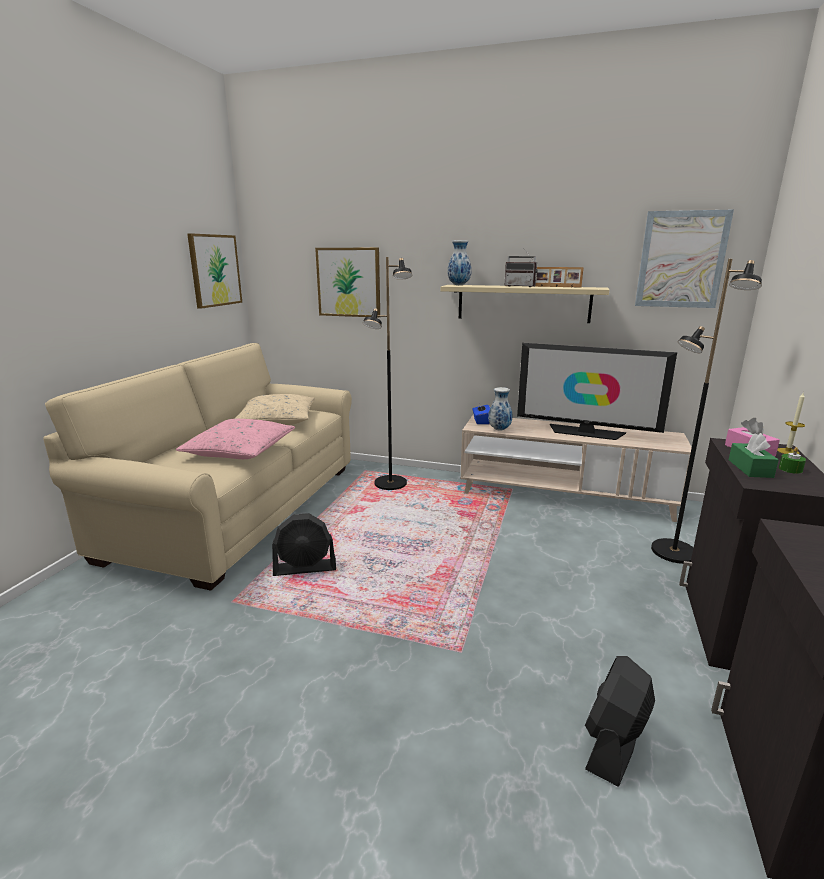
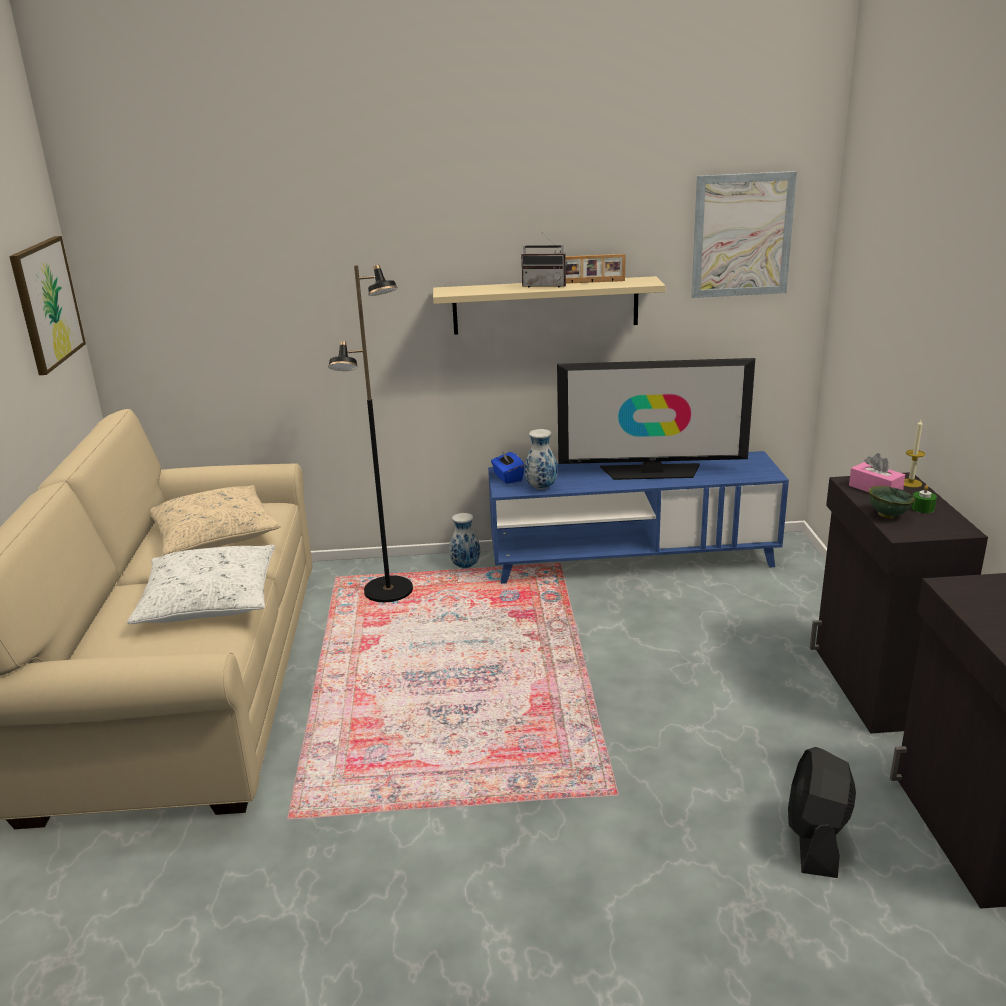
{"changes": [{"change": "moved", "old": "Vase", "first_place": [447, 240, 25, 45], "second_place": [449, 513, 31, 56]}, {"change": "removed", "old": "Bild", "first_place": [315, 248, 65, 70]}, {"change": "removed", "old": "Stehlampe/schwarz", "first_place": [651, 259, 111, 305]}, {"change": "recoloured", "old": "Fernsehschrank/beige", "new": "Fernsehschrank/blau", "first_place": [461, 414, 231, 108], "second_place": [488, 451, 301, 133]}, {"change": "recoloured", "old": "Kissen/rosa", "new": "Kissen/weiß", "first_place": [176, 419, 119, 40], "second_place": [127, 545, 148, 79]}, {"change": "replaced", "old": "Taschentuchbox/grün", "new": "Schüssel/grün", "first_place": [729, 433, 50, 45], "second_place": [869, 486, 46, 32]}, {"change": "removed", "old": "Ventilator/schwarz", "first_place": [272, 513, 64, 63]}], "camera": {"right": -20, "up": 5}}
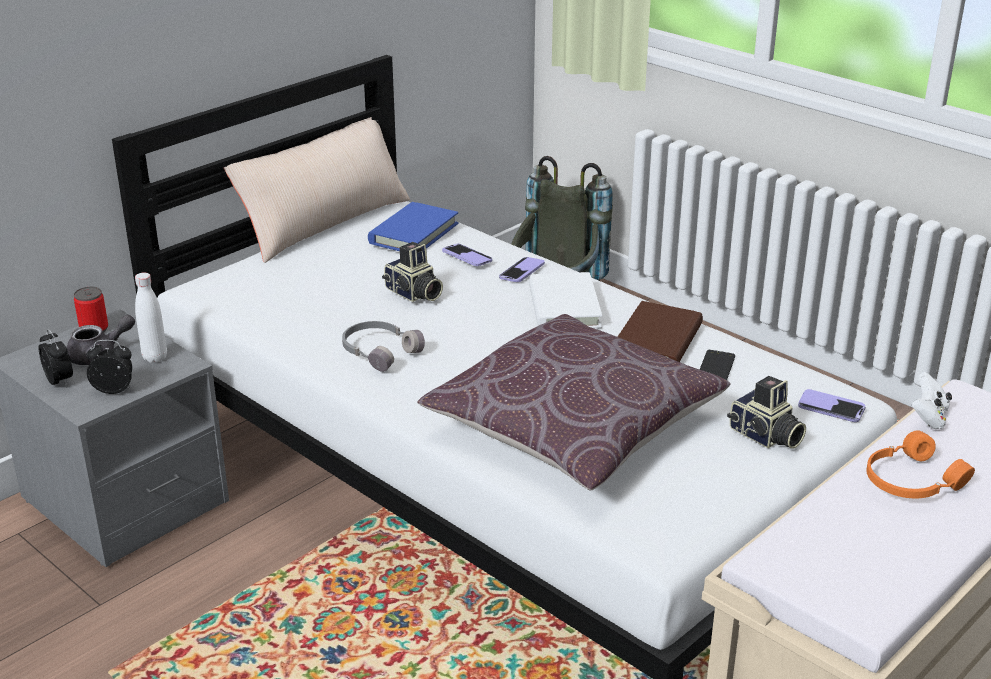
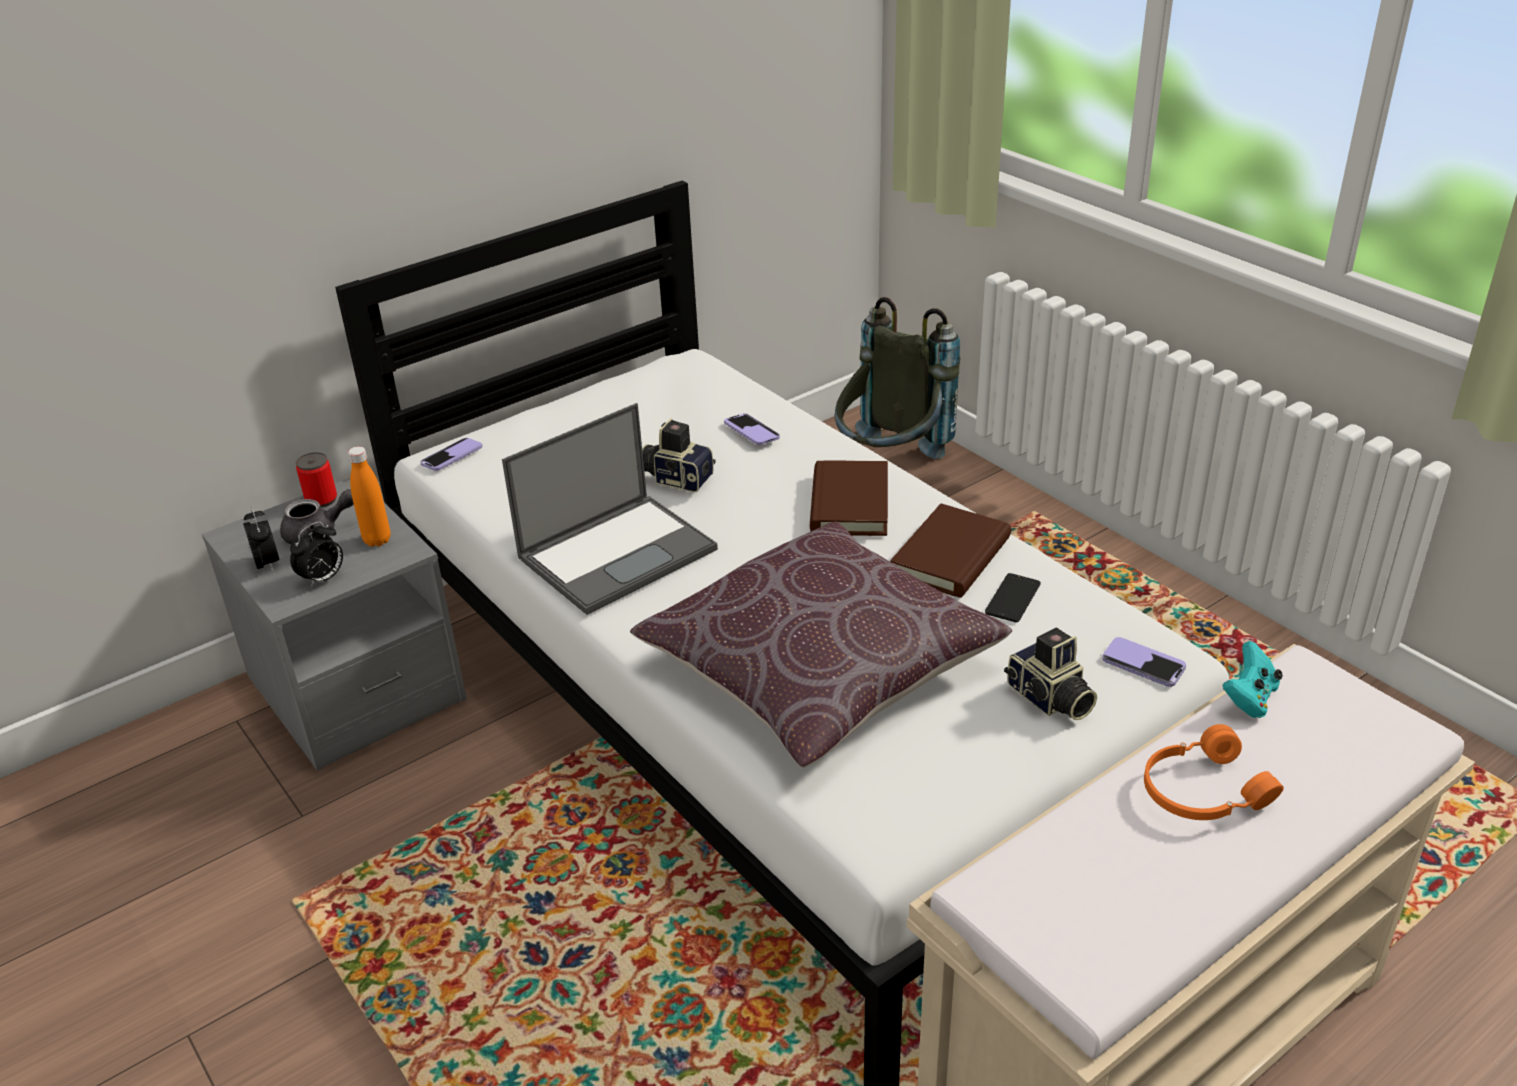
{"changes": [{"change": "removed", "old": "Kissen/beige", "first_place": [224, 117, 186, 146]}, {"change": "removed", "old": "Buch/blau", "first_place": [368, 202, 91, 49]}, {"change": "turned", "old": "Kamera", "first_place": [382, 242, 61, 60], "second_place": [642, 418, 74, 74], "degrees": 150}, {"change": "moved", "old": "Handy", "first_place": [499, 257, 46, 25], "second_place": [420, 438, 63, 33]}, {"change": "recoloured", "old": "Flasche/weiß", "new": "Flasche/orange", "first_place": [135, 272, 32, 91], "second_place": [348, 446, 43, 101]}, {"change": "recoloured", "old": "Buch/weiß", "new": "Buch/braun", "first_place": [529, 272, 73, 57], "second_place": [810, 460, 78, 76]}, {"change": "replaced", "old": "Kopfhörer/grau", "new": "Laptop", "first_place": [342, 321, 83, 51], "second_place": [502, 403, 216, 212]}, {"change": "turned", "old": "Wecker", "first_place": [86, 340, 46, 54], "second_place": [290, 521, 53, 67], "degrees": 120}, {"change": "recoloured", "old": "Gamepad/weiß", "new": "Gamepad/türkis", "first_place": [911, 372, 41, 57], "second_place": [1223, 641, 60, 77]}], "camera": {"right": 10, "up": 5}}
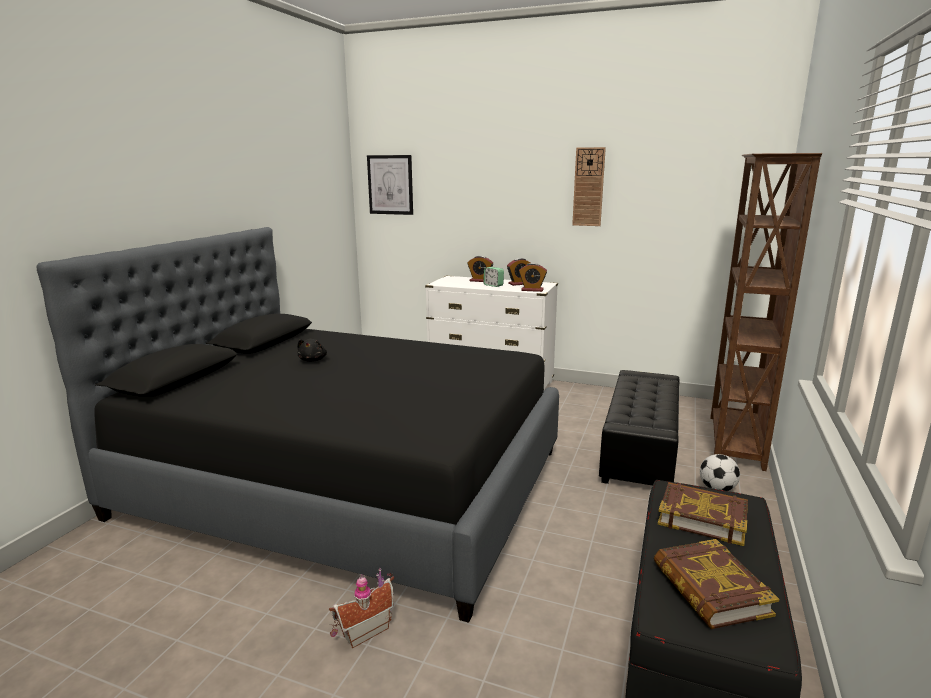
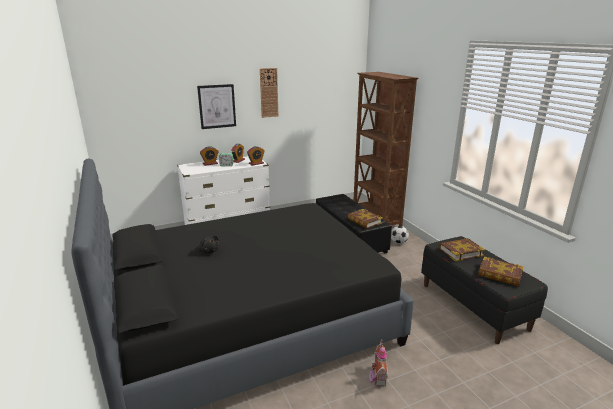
{"changes": [{"change": "moved", "old": "Bild", "first_place": [367, 155, 46, 60], "second_place": [197, 84, 39, 45]}, {"change": "added", "new": "Buch", "second_place": [347, 209, 36, 19]}], "camera": {"right": -45, "up": 5}}
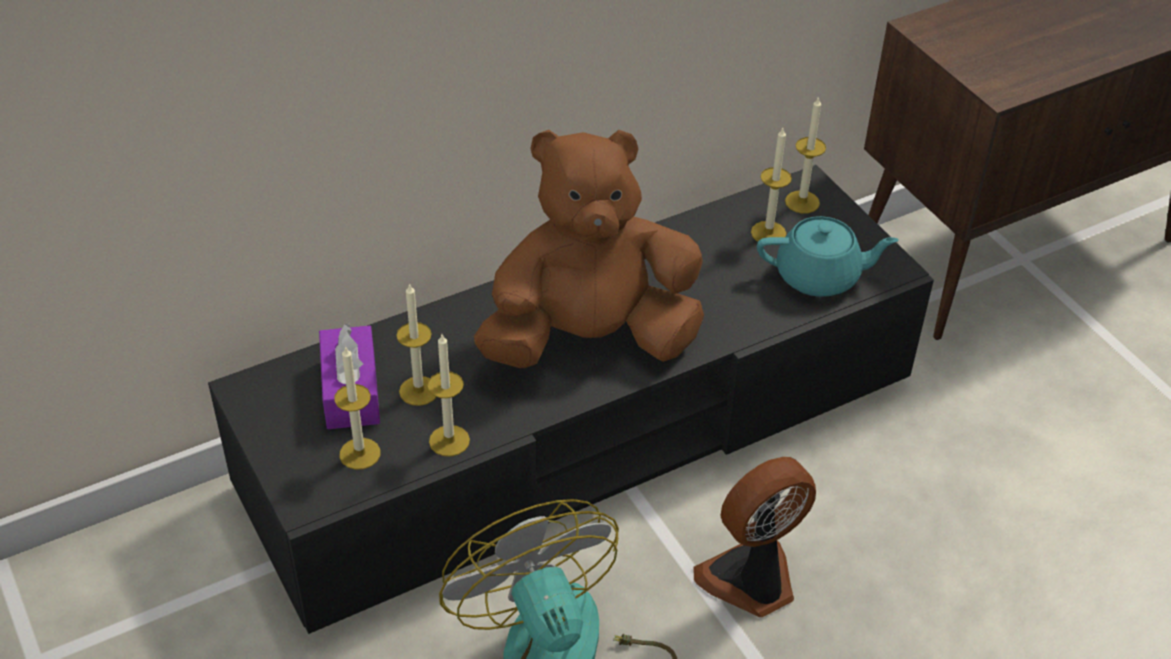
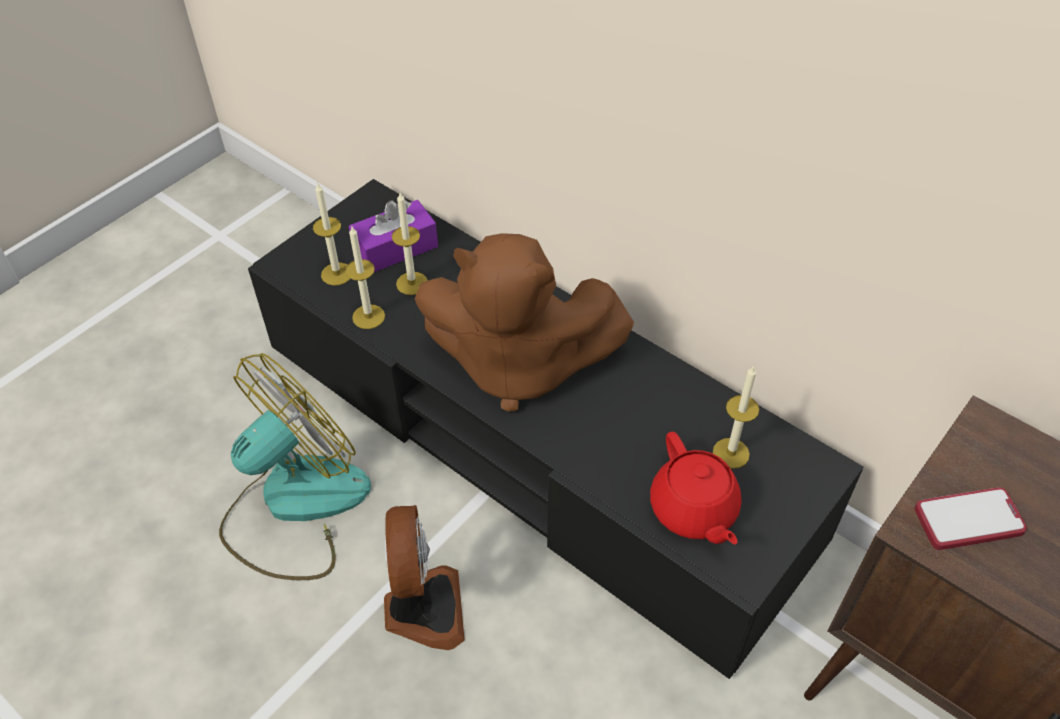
{"changes": [{"change": "removed", "old": "Kerze", "first_place": [785, 96, 41, 118]}, {"change": "turned", "old": "Plüschtier/braun", "first_place": [474, 130, 230, 238], "second_place": [415, 233, 219, 179], "degrees": 135}, {"change": "recoloured", "old": "Teekanne/türkis", "new": "Teekanne/rot", "first_place": [757, 216, 142, 81], "second_place": [650, 432, 92, 112]}, {"change": "turned", "old": "Ventilator", "first_place": [693, 457, 123, 160], "second_place": [384, 505, 81, 145], "degrees": 45}, {"change": "added", "new": "Handy", "second_place": [914, 487, 113, 63]}], "camera": {"right": 70, "up": 5}}
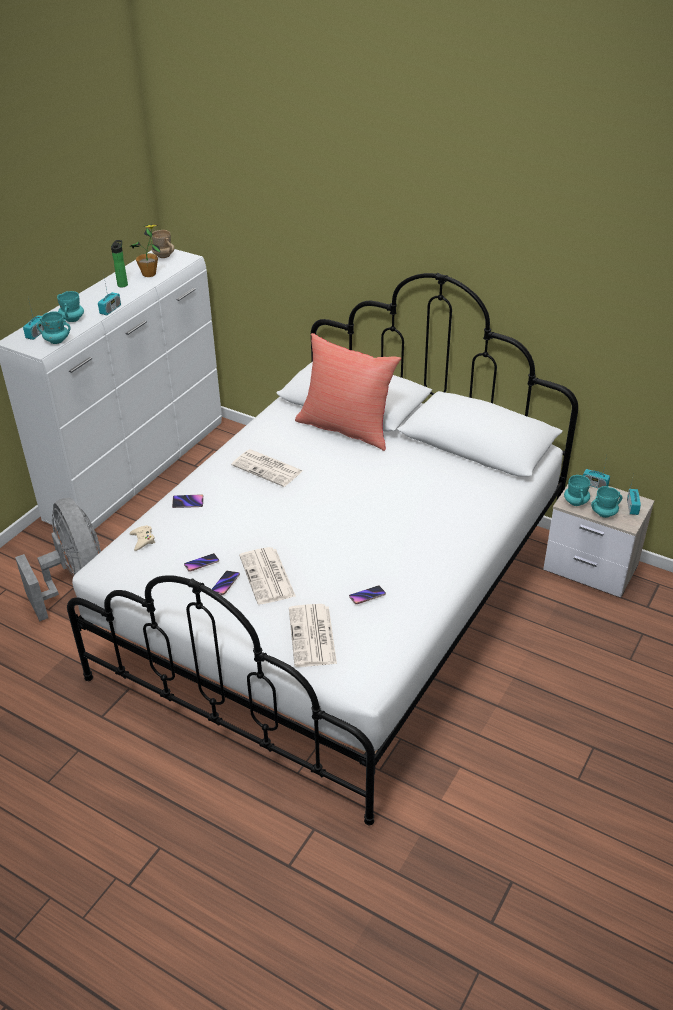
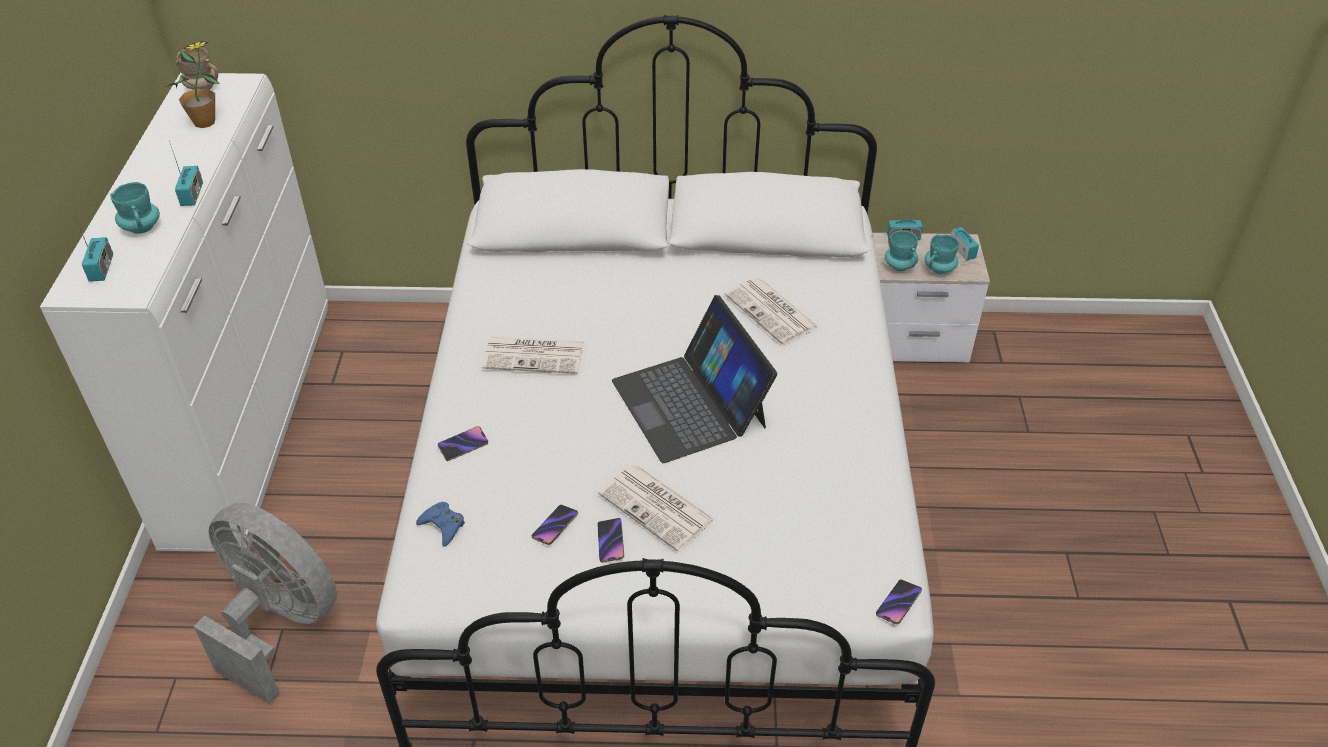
{"changes": [{"change": "removed", "old": "Flasche", "first_place": [111, 240, 17, 48]}, {"change": "removed", "old": "Henkelbecher/türkis", "first_place": [37, 311, 34, 33]}, {"change": "removed", "old": "Kissen/rot", "first_place": [295, 333, 106, 118]}, {"change": "recoloured", "old": "Gamepad/beige", "new": "Gamepad/blau", "first_place": [130, 525, 25, 26], "second_place": [416, 502, 49, 45]}, {"change": "moved", "old": "Handy", "first_place": [349, 585, 37, 19], "second_place": [876, 579, 46, 45]}, {"change": "moved", "old": "Zeitung", "first_place": [289, 604, 48, 63], "second_place": [724, 278, 95, 67]}, {"change": "added", "new": "Laptop", "second_place": [612, 295, 165, 168]}], "camera": {"right": -30, "up": 5}}
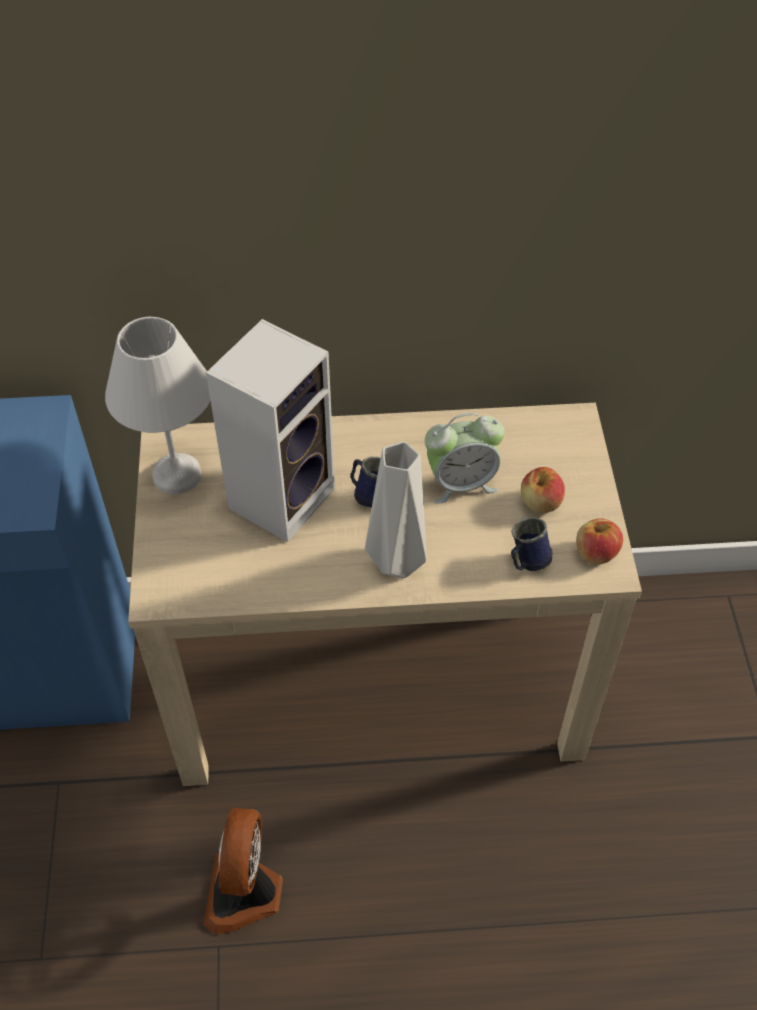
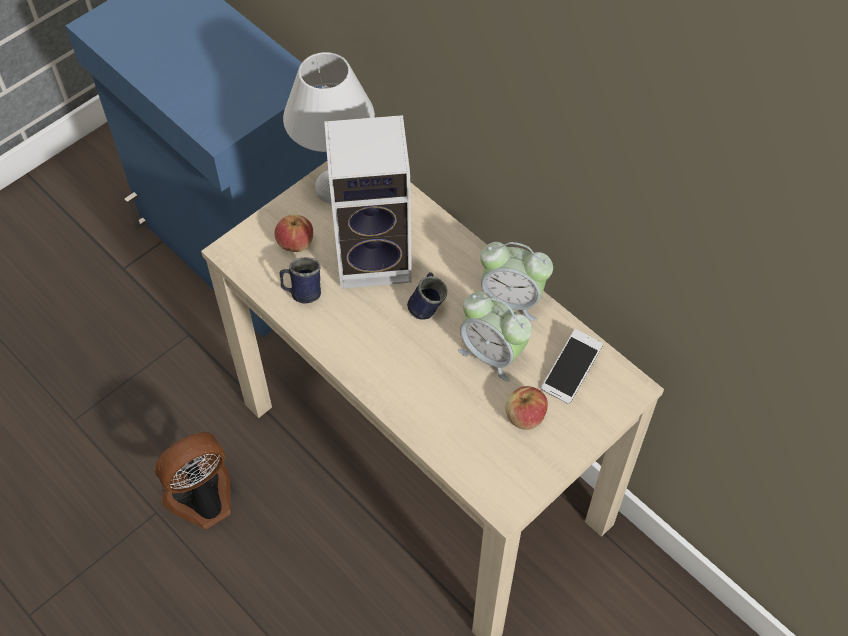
{"changes": [{"change": "removed", "old": "Vase/grau", "first_place": [365, 441, 62, 137]}, {"change": "moved", "old": "Henkelbecher/blau", "first_place": [511, 517, 41, 54], "second_place": [279, 257, 42, 47]}, {"change": "moved", "old": "Apfel", "first_place": [576, 519, 47, 46], "second_place": [274, 214, 39, 38]}, {"change": "added", "new": "Wecker", "second_place": [480, 242, 73, 79]}, {"change": "added", "new": "Handy", "second_place": [541, 329, 62, 75]}], "camera": {"right": 50, "up": 5}}
